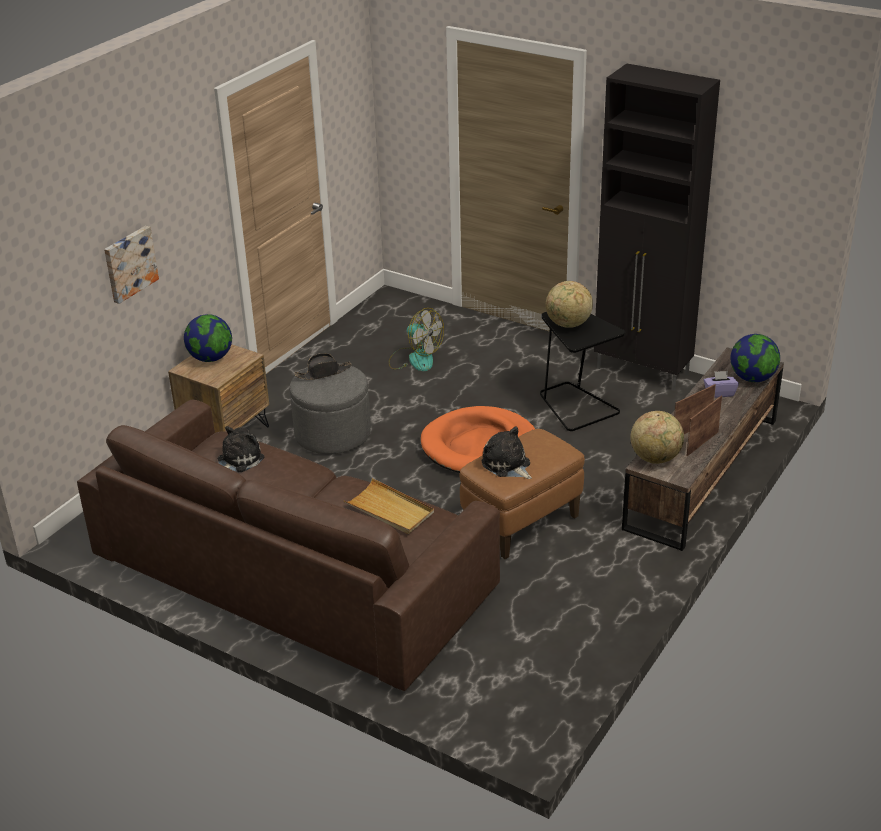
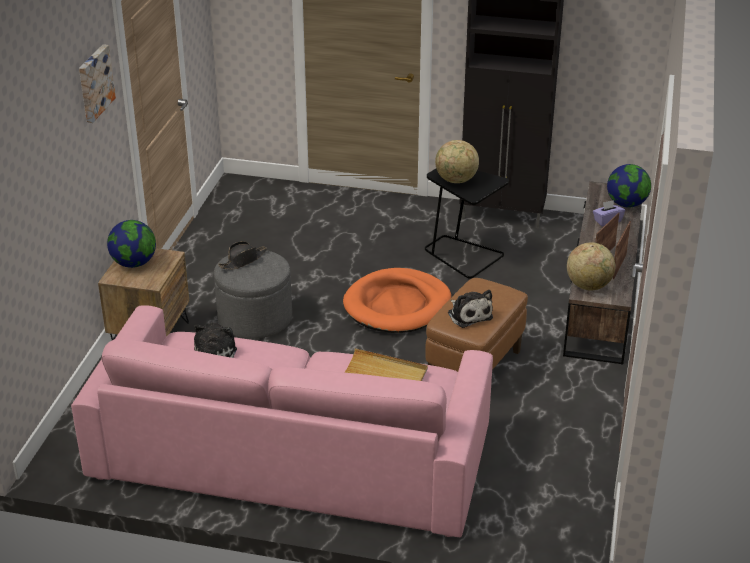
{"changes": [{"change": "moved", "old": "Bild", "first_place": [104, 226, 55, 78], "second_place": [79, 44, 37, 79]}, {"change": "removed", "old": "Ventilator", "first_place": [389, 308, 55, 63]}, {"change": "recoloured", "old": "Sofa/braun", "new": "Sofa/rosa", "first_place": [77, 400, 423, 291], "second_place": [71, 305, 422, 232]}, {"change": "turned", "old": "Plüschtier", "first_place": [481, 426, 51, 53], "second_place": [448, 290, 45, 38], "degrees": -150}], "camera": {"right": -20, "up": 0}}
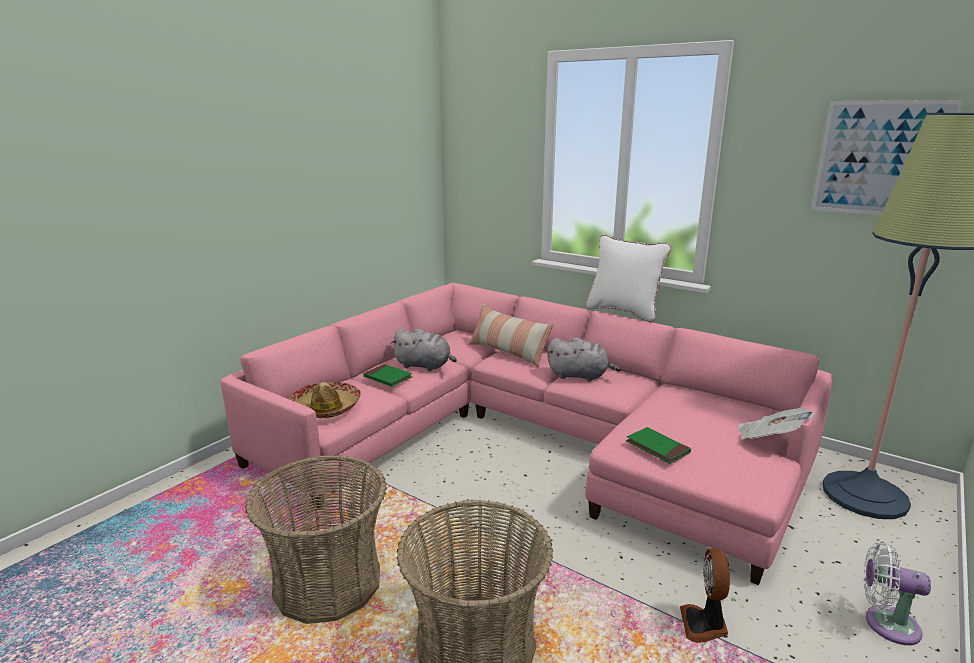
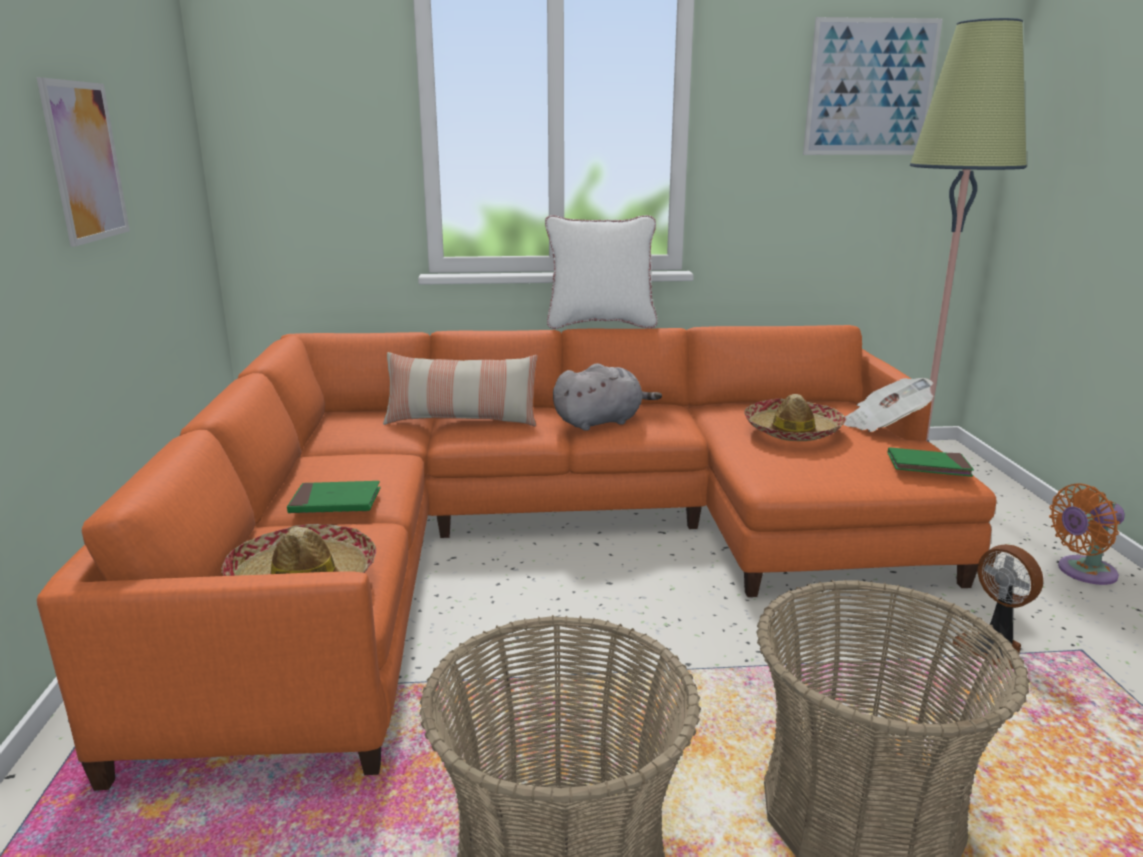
{"changes": [{"change": "recoloured", "old": "Sofa/rosa", "new": "Sofa/orange", "first_place": [220, 283, 612, 302], "second_place": [37, 325, 960, 466]}, {"change": "removed", "old": "Plüschtier/grau", "first_place": [391, 329, 66, 42]}, {"change": "moved", "old": "Buch/grün", "first_place": [626, 427, 65, 37], "second_place": [887, 447, 87, 30]}, {"change": "recoloured", "old": "Ventilator/weiß", "new": "Ventilator/orange", "first_place": [864, 541, 67, 104], "second_place": [1049, 484, 76, 101]}, {"change": "added", "new": "Bild", "second_place": [36, 77, 94, 170]}, {"change": "added", "new": "Hut", "second_place": [744, 394, 102, 47]}], "camera": {"right": -40, "up": 0}}
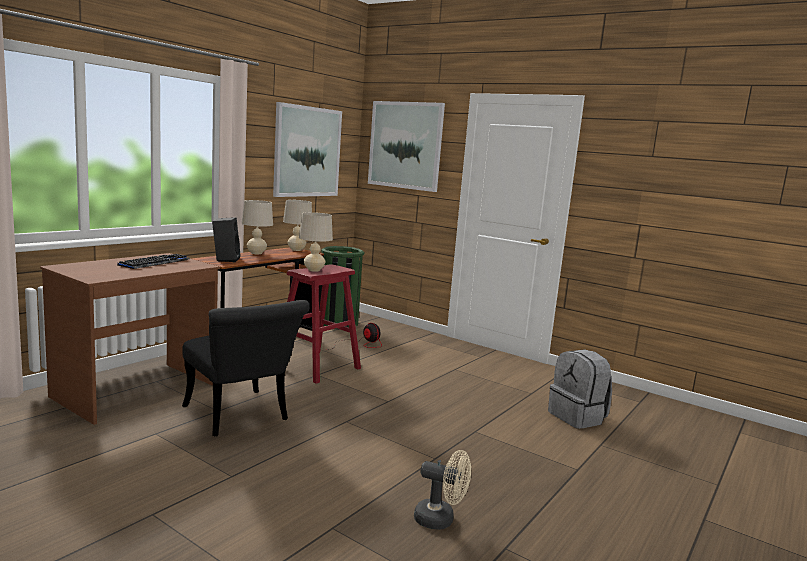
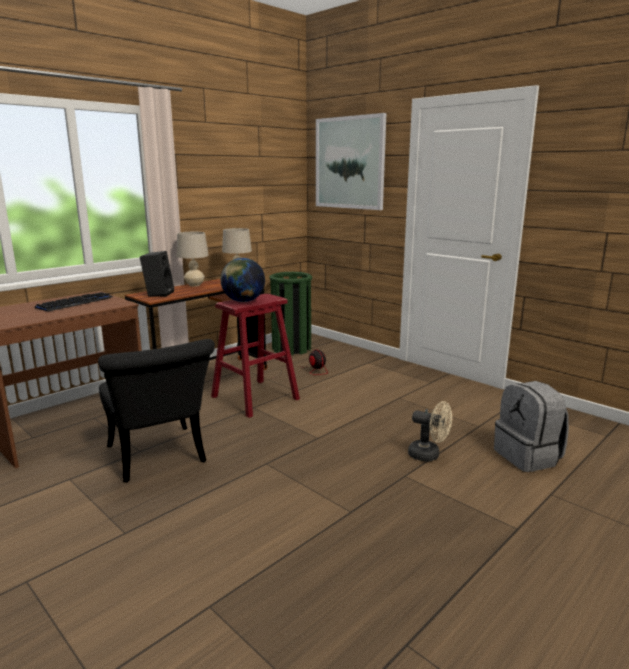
{"changes": [{"change": "removed", "old": "Bild", "first_place": [273, 102, 69, 95]}, {"change": "replaced", "old": "Tischlampe/beige", "new": "Globus", "first_place": [299, 212, 34, 60], "second_place": [221, 258, 44, 44]}, {"change": "moved", "old": "Ventilator/beige", "first_place": [414, 450, 57, 80], "second_place": [408, 401, 44, 61]}], "camera": {"right": 10, "up": 5}}
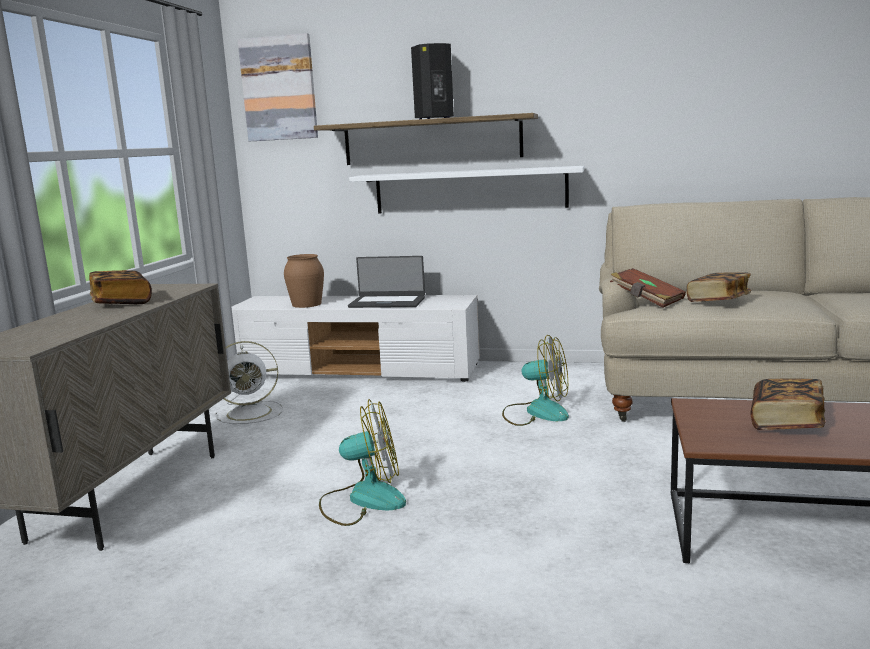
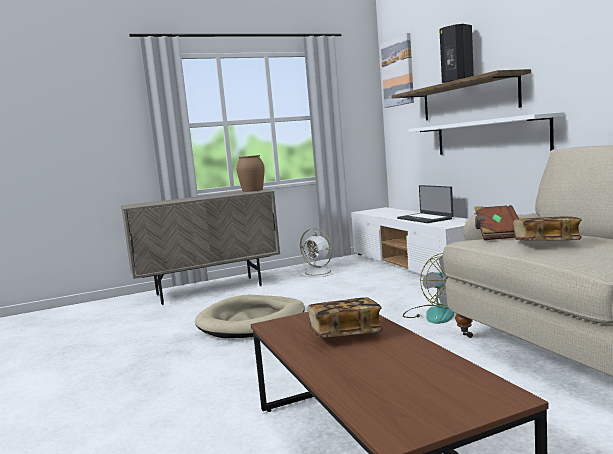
{"changes": [{"change": "moved", "old": "Vase/braun", "first_place": [284, 254, 40, 54], "second_place": [236, 155, 29, 37]}, {"change": "removed", "old": "Buch", "first_place": [89, 270, 63, 34]}, {"change": "replaced", "old": "Ventilator", "new": "Hundebett/beige", "first_place": [319, 399, 87, 127], "second_place": [195, 295, 110, 43]}], "camera": {"right": 55, "up": -5}}
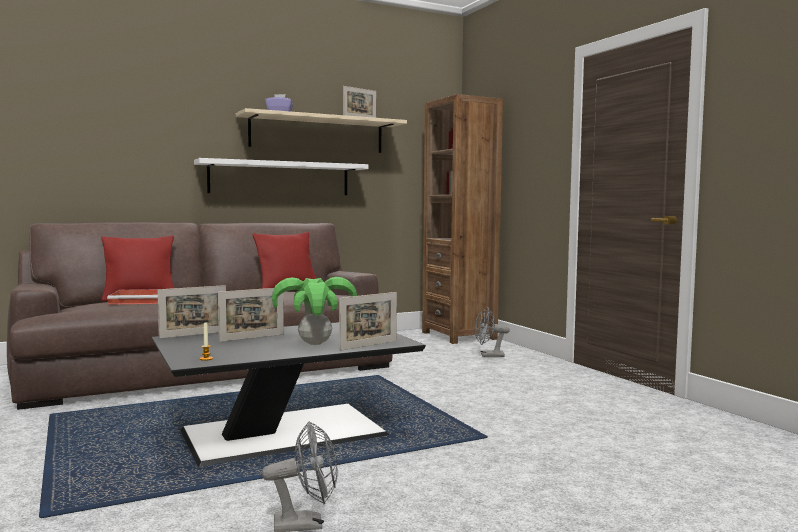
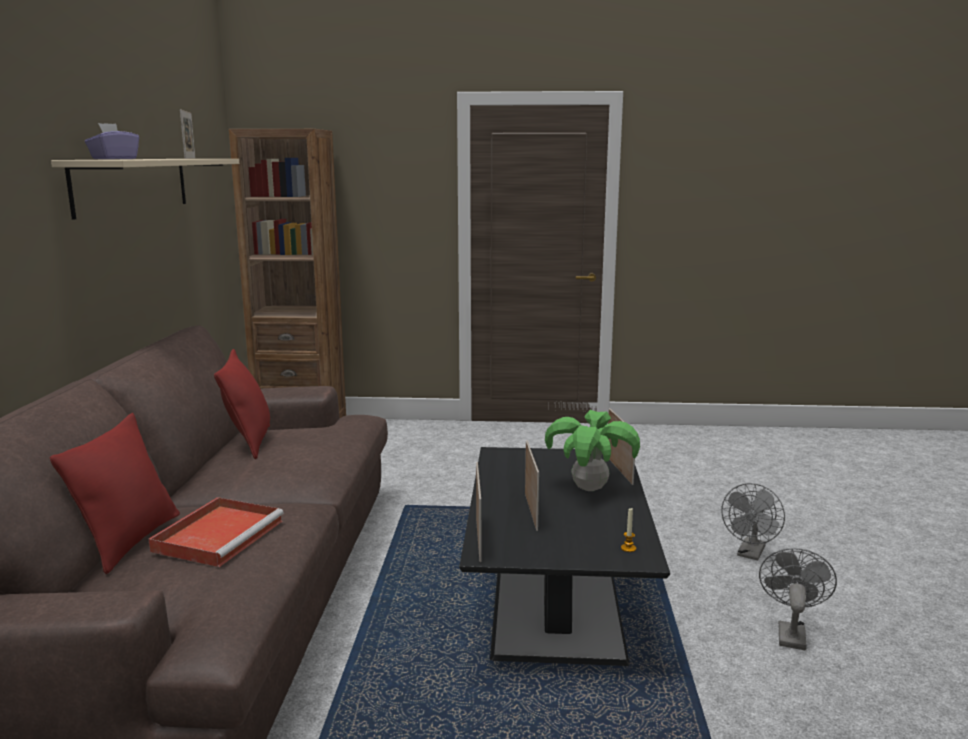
{"changes": [{"change": "removed", "old": "Wandregal/weiß", "first_place": [194, 158, 174, 37]}, {"change": "moved", "old": "Ventilator/grau", "first_place": [475, 307, 35, 50], "second_place": [722, 483, 63, 77]}], "camera": {"right": -60, "up": 10}}
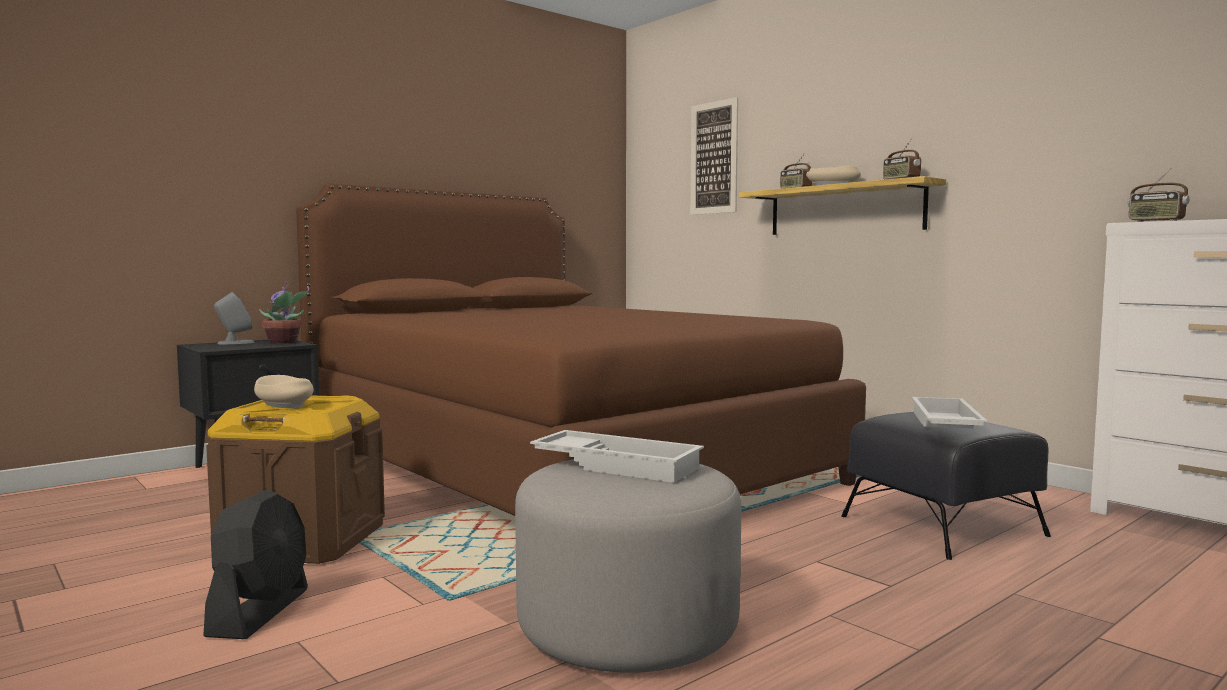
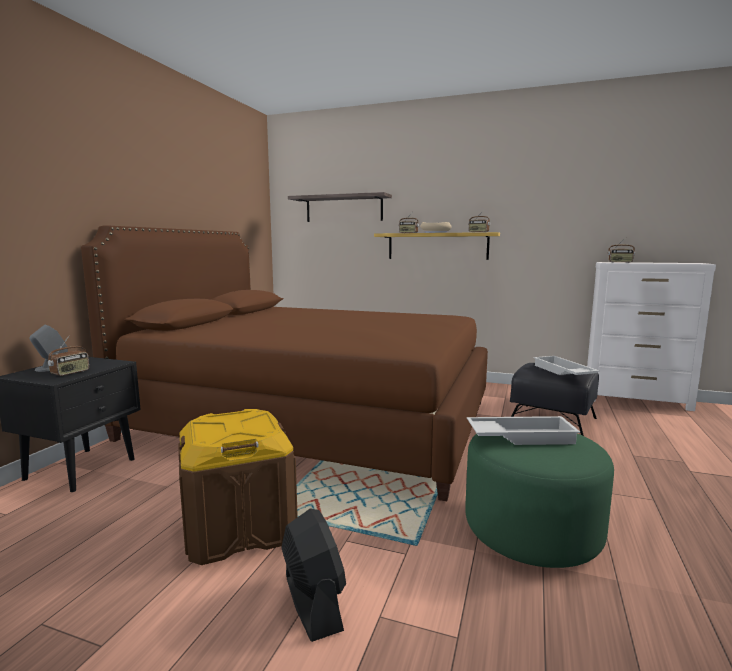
{"changes": [{"change": "replaced", "old": "Bild", "new": "Wandregal", "first_place": [690, 97, 48, 118], "second_place": [288, 192, 104, 30]}, {"change": "removed", "old": "Topfpflanze", "first_place": [259, 282, 50, 61]}, {"change": "removed", "old": "Schüssel/beige", "first_place": [254, 375, 60, 33]}, {"change": "recoloured", "old": "Polsterhocker/grau", "new": "Polsterhocker/grün", "first_place": [515, 459, 227, 214], "second_place": [465, 433, 149, 135]}, {"change": "added", "new": "Radio", "second_place": [48, 336, 41, 40]}], "camera": {"right": -30, "up": 5}}
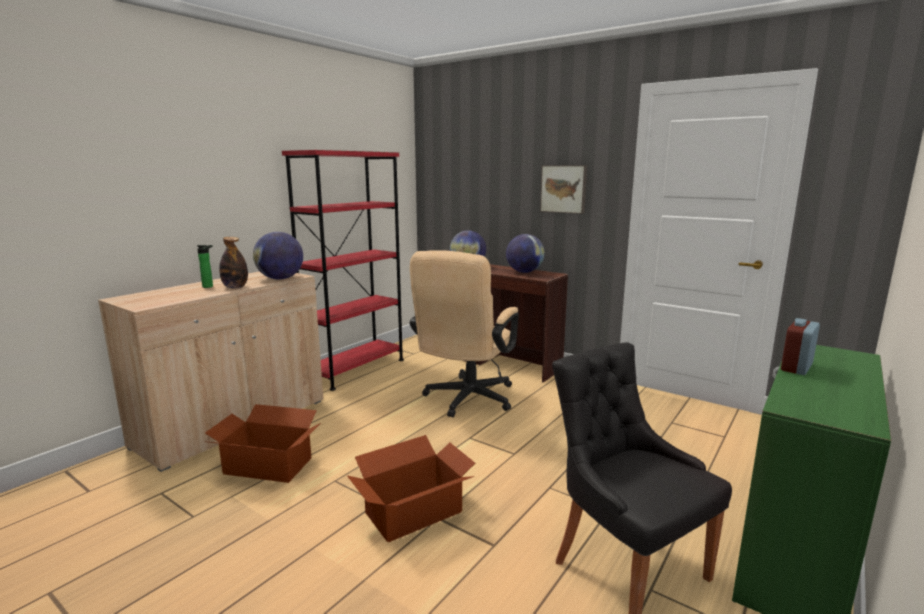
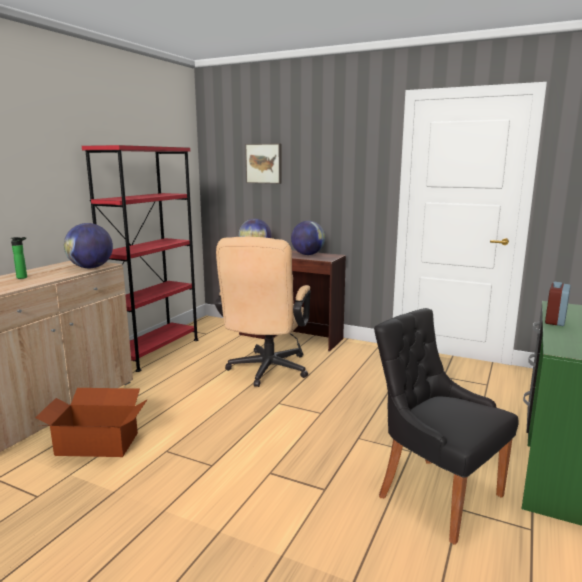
{"changes": [{"change": "moved", "old": "Bild", "first_place": [540, 165, 47, 49], "second_place": [245, 143, 37, 41]}, {"change": "removed", "old": "Flasche", "first_place": [219, 237, 29, 51]}, {"change": "removed", "old": "Karton", "first_place": [347, 435, 128, 107]}], "camera": {"right": -10, "up": 0}}
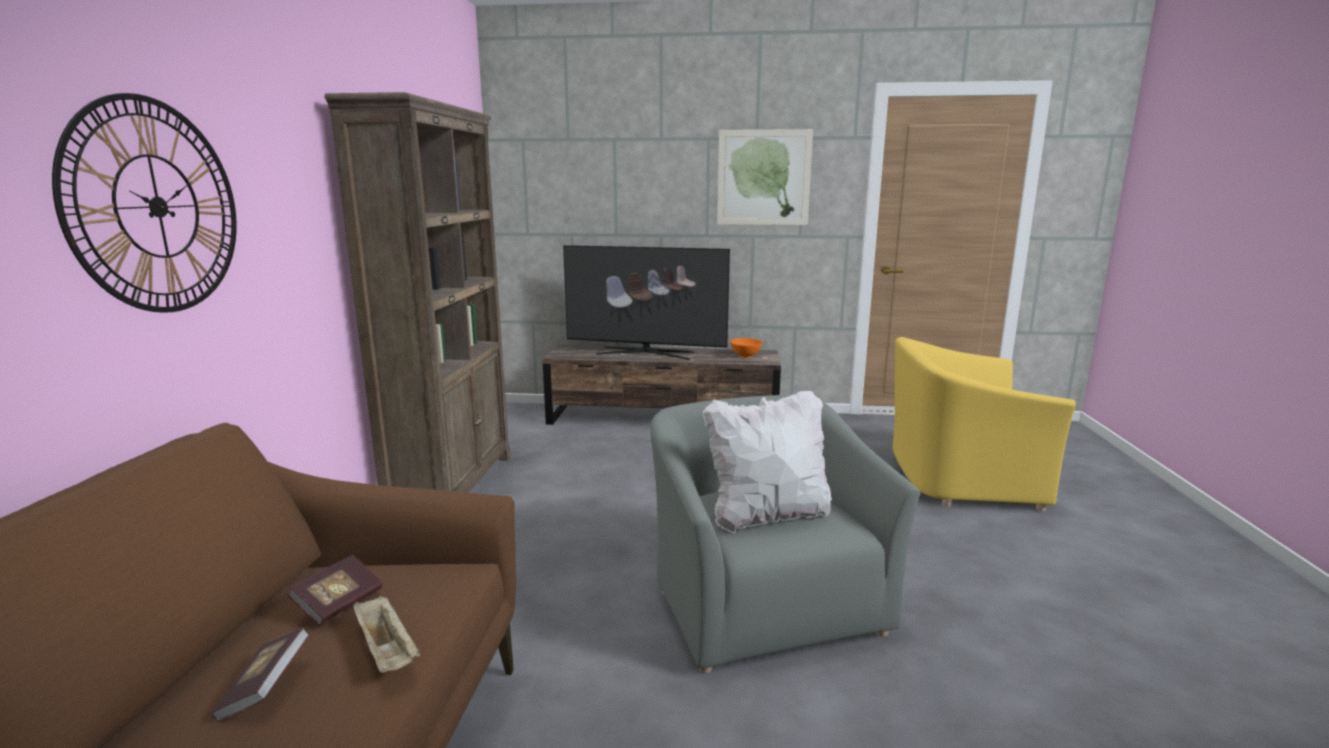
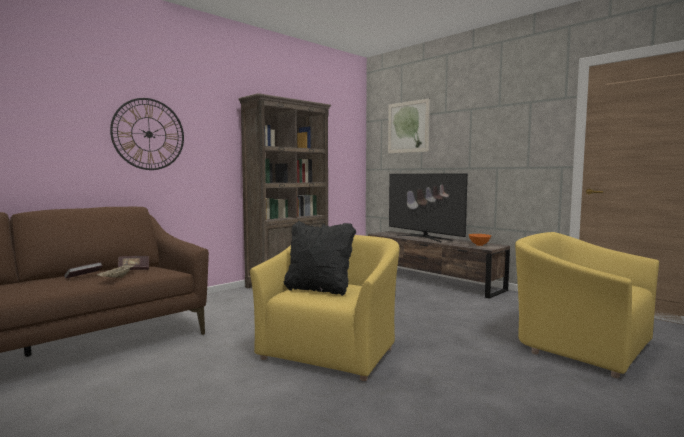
{"changes": [{"change": "moved", "old": "Bild", "first_place": [717, 129, 96, 96], "second_place": [388, 98, 42, 55]}, {"change": "recoloured", "old": "Kissen/weiß", "new": "Kissen/schwarz", "first_place": [703, 391, 129, 142], "second_place": [284, 221, 72, 75]}, {"change": "recoloured", "old": "Sessel/grau", "new": "Sessel/gelb", "first_place": [650, 395, 270, 278], "second_place": [250, 235, 150, 146]}], "camera": {"right": 40, "up": -10}}
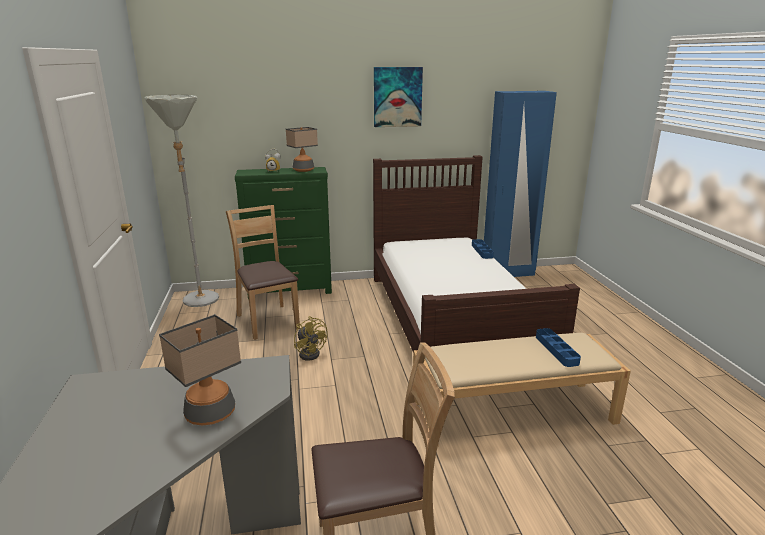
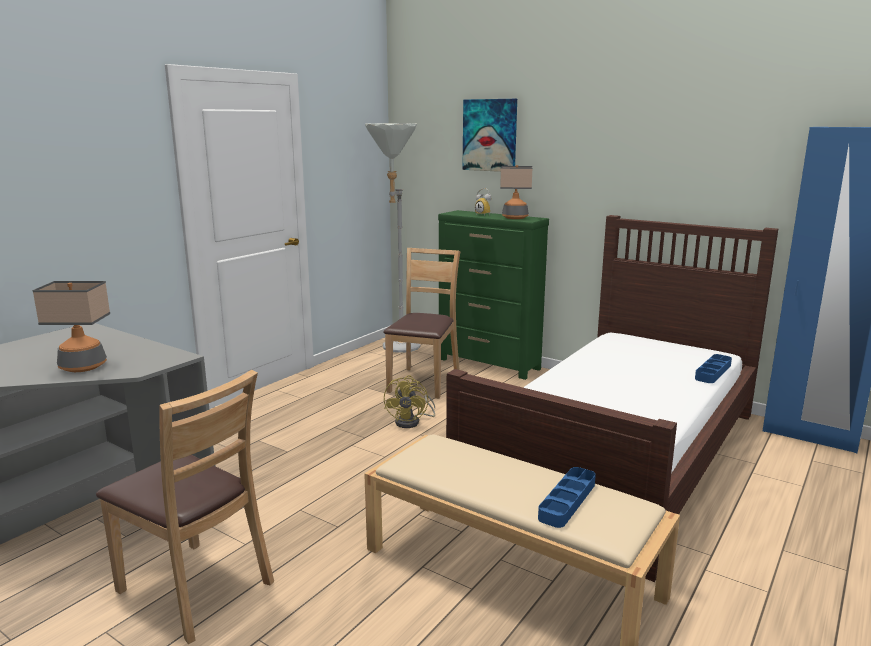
{"changes": [{"change": "moved", "old": "Bild", "first_place": [374, 67, 49, 60], "second_place": [462, 99, 55, 73]}], "camera": {"right": 45, "up": -5}}
